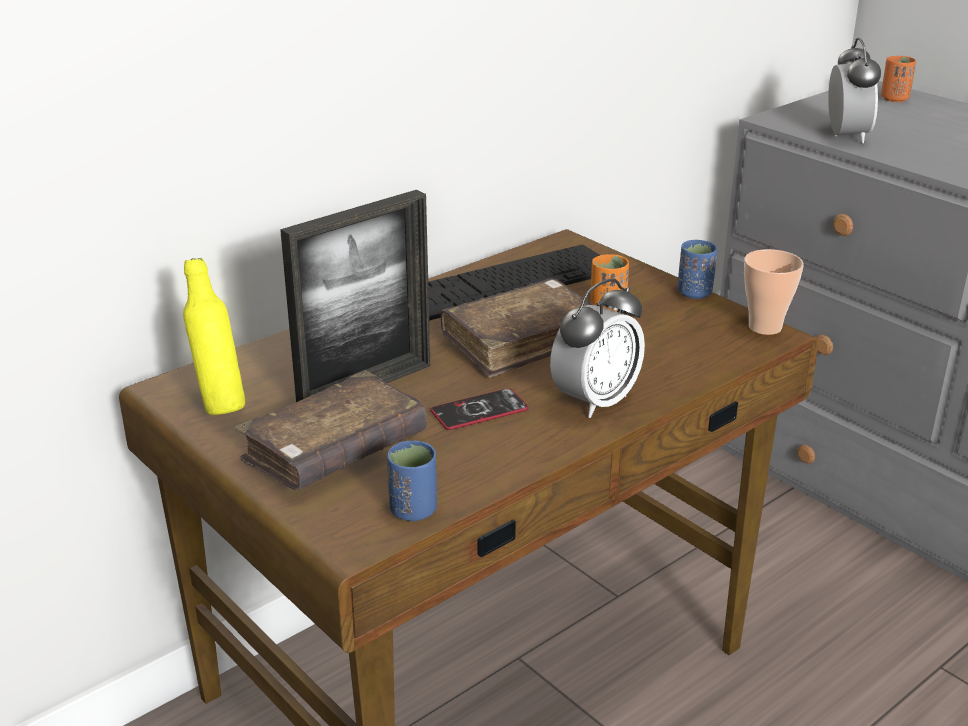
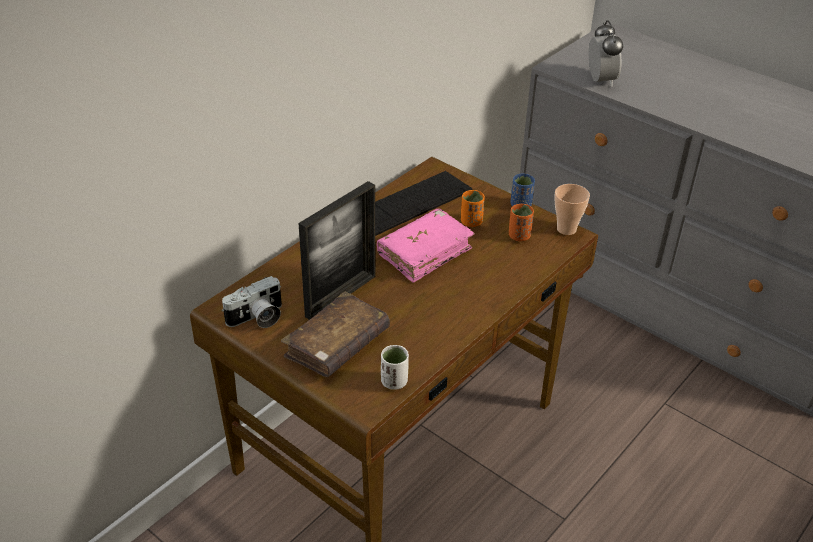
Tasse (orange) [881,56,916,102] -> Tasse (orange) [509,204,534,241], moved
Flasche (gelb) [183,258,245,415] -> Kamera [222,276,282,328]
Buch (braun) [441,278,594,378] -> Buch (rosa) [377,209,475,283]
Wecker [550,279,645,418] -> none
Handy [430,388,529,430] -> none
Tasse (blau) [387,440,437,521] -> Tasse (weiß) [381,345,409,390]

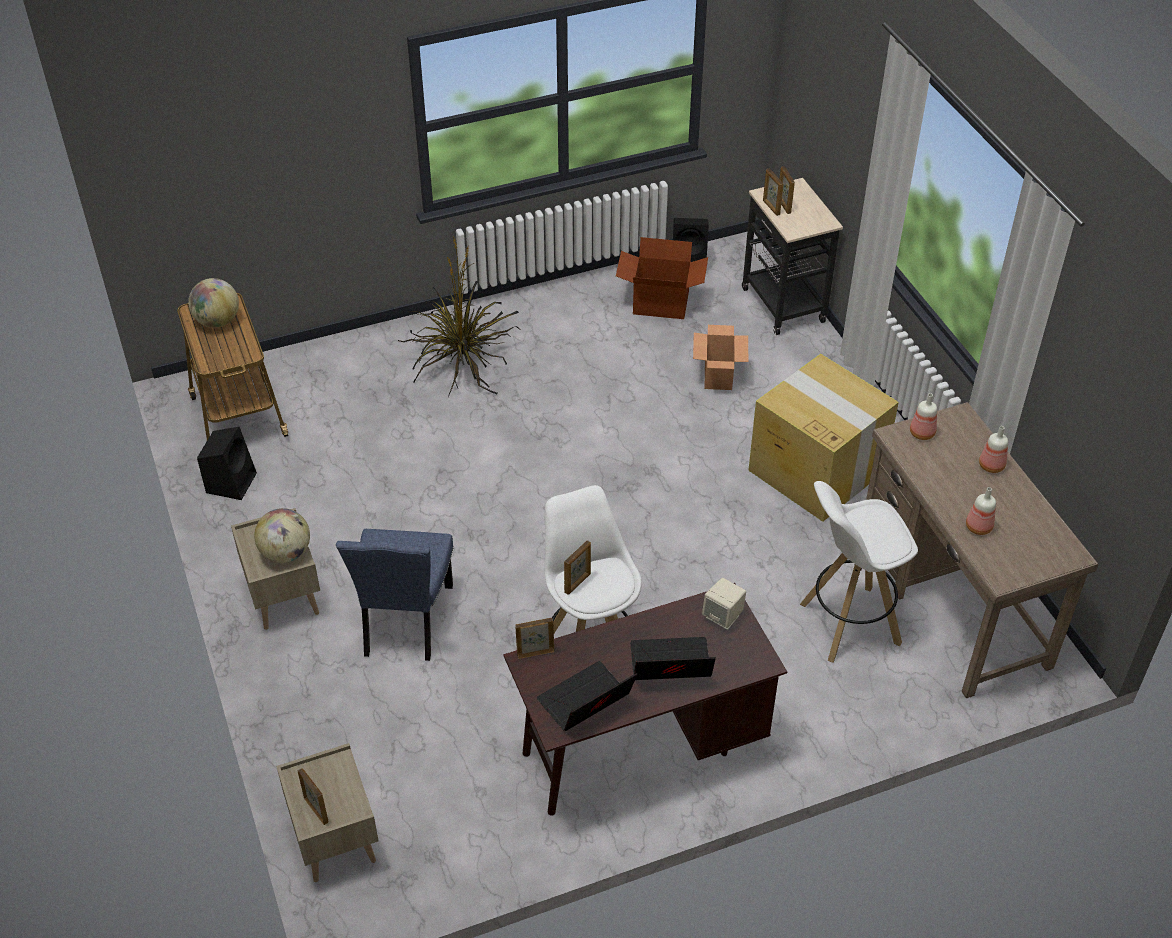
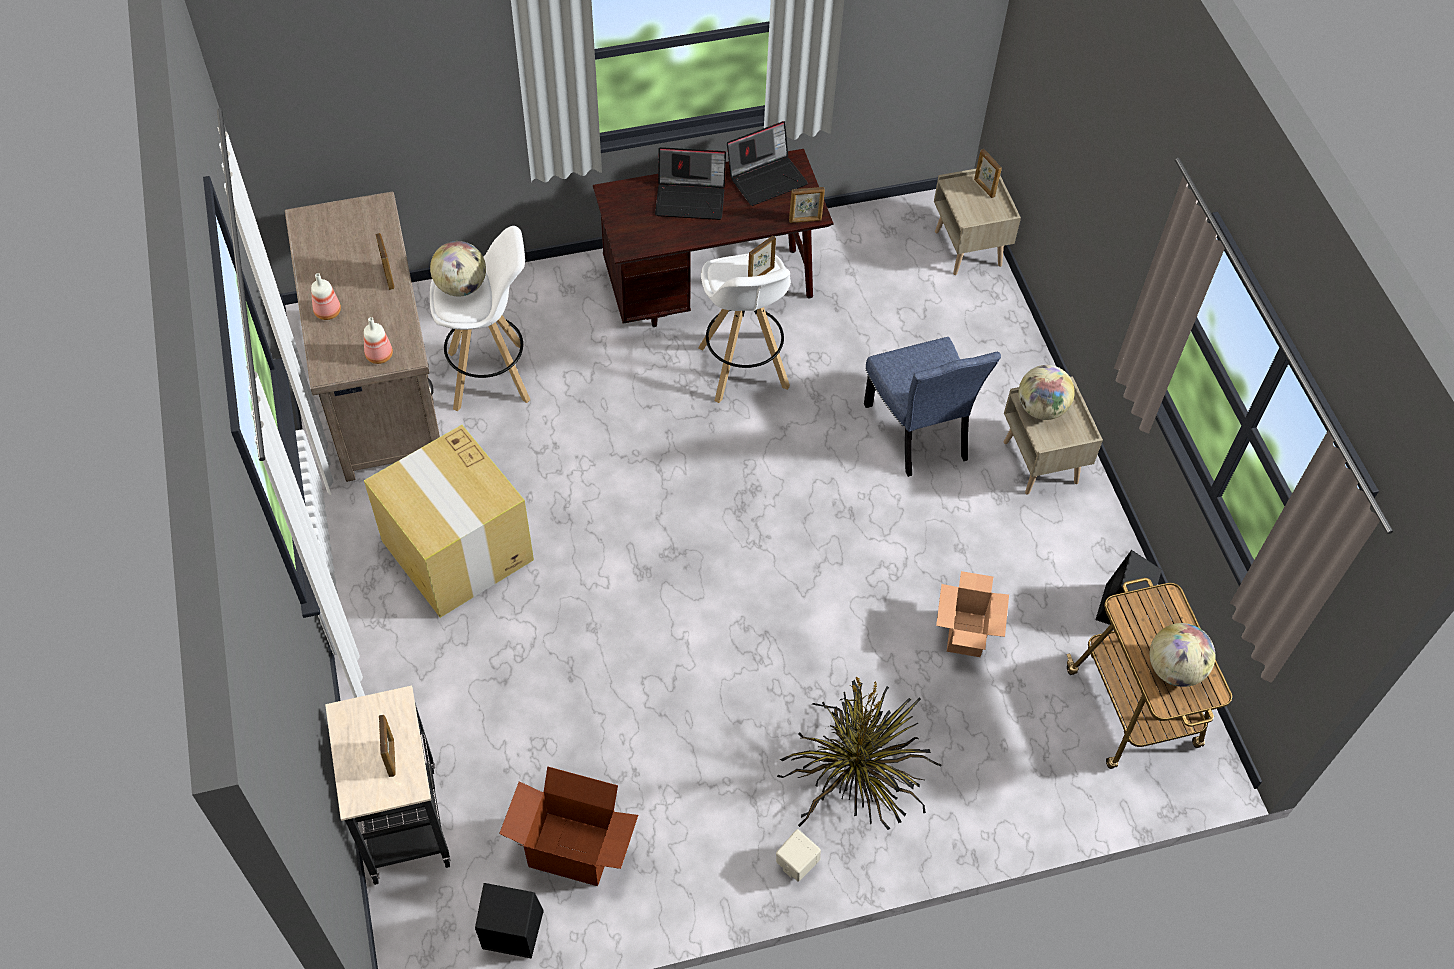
Bilderrahmen [763,168,784,216] -> Bilderrahmen [376,233,394,290], moved
Karton [693,325,748,390] -> Karton [936,571,1009,657], moved
Flasche [966,487,996,535] -> none
Stuhl (blau) [336,529,453,661] -> Stuhl (blau) [864,337,1001,477], 150 degrees clockwise
Lautsprecher (beige) [702,578,746,630] -> Lautsprecher (beige) [776,829,821,881], moved
none -> Globus [430,241,486,297]

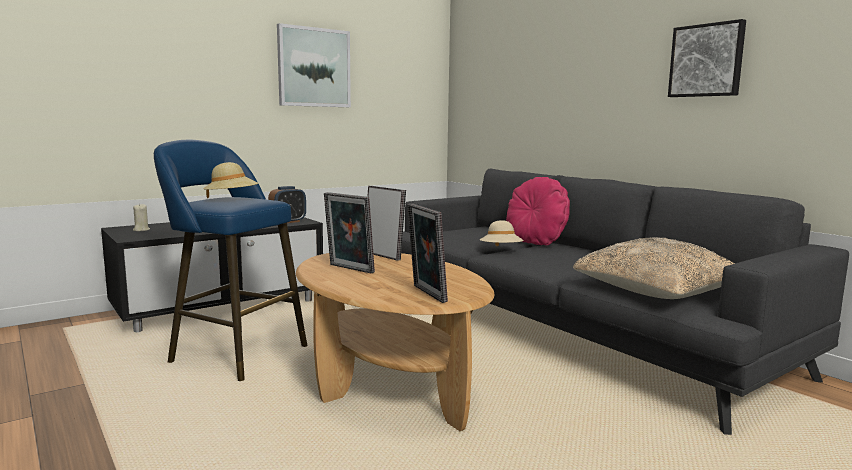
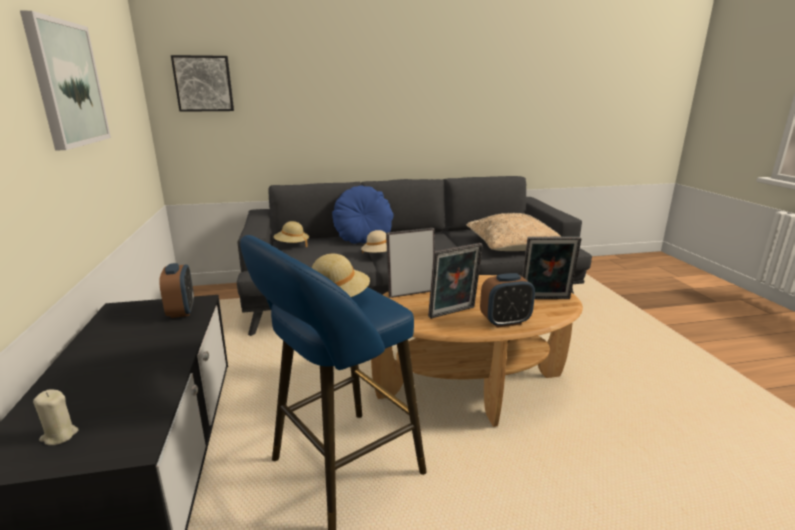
Bild [668,19,746,97] -> Bild [171,55,234,112], moved
Kissen (rosa) [506,177,570,246] -> Kissen (blau) [332,186,394,244]
none -> Hut (beige) [273,221,309,247]
none -> Wecker [480,273,535,328]

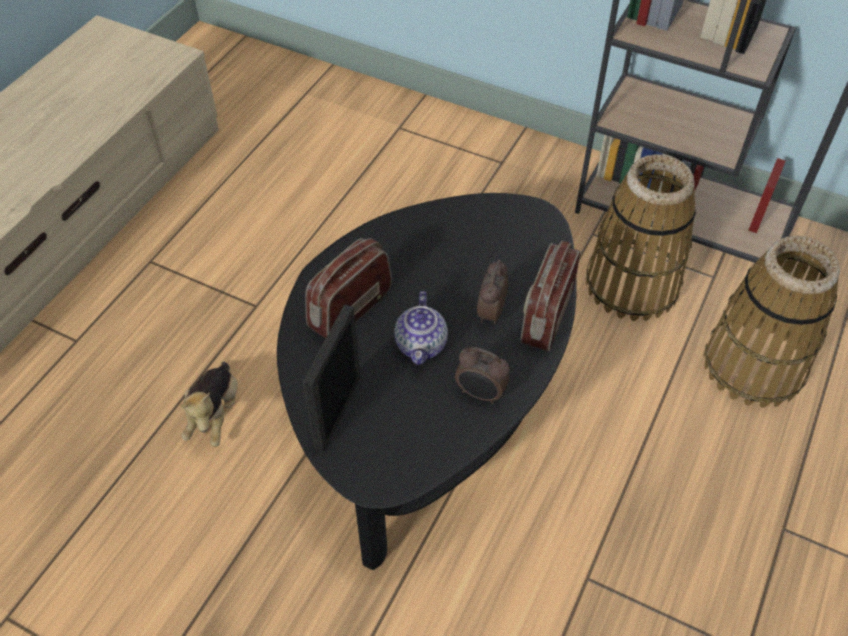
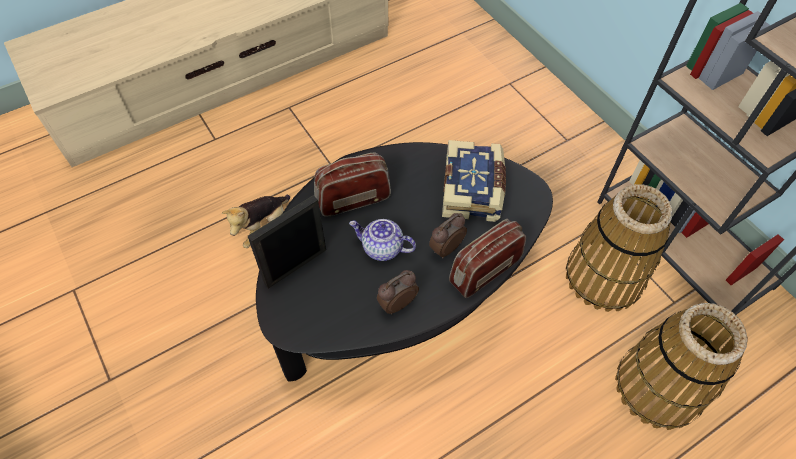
Teekanne [394,291,448,365] -> Teekanne [349,219,416,261], 75 degrees clockwise
Wecker [455,347,510,404] -> Wecker [377,270,419,315], 90 degrees clockwise
none -> Buch [442,140,506,222]

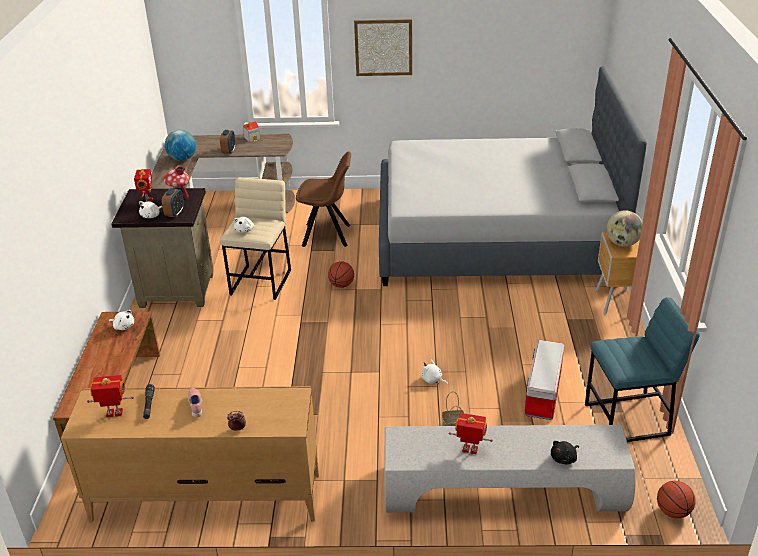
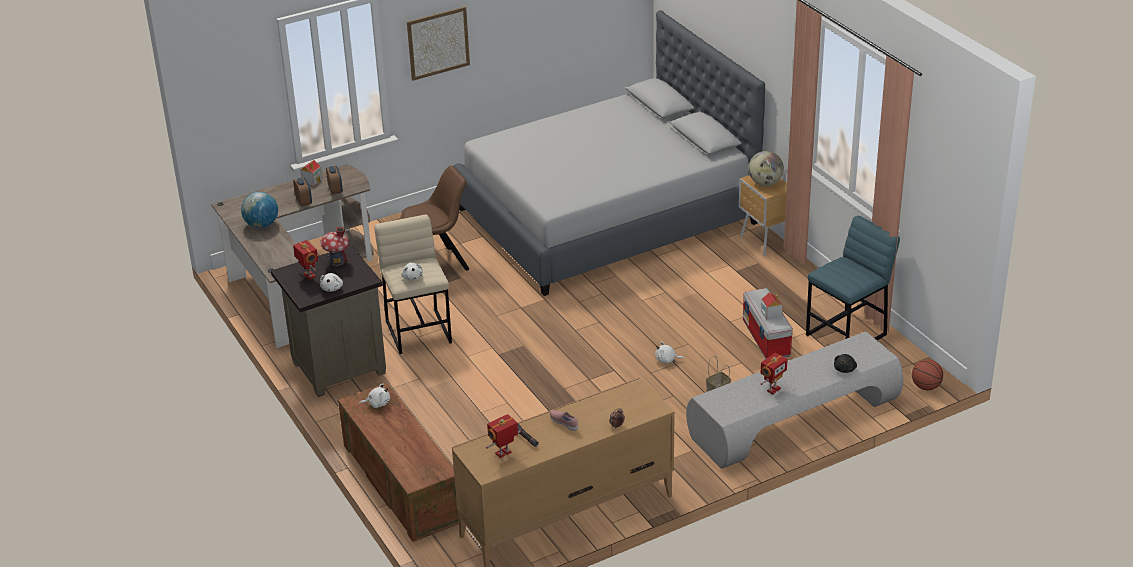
Wecker [162,188,184,217] -> Wecker [326,166,343,195], moved
Basketball [328,261,354,288] -> none
Spielzeugroboter [449,413,493,454] -> Spielzeugroboter [761,353,788,394], 150 degrees clockwise
none -> Spielzeughaus [761,292,782,320]

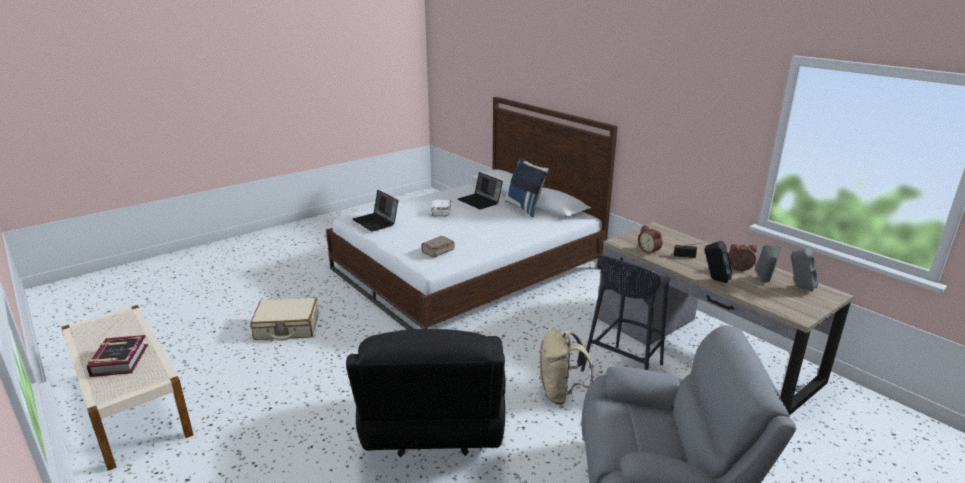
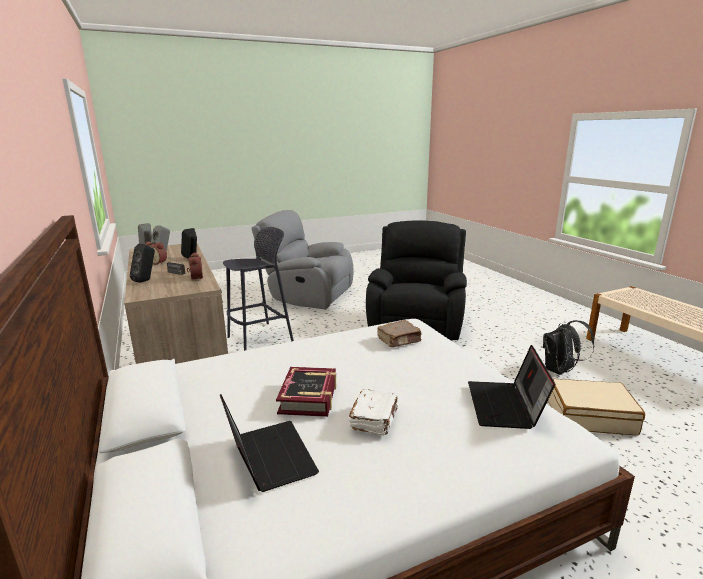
Kissen (blau) [505,157,549,217] -> none
Laptop [353,190,398,232] -> Laptop [468,345,555,429], 150 degrees counterclockwise
Rucksack (beige) [539,330,594,405] -> none
Buch [86,335,148,377] -> Buch [276,367,336,417], moved
none -> Lautsprecher (schwarz) [130,244,155,283]
none -> Rucksack (schwarz) [543,320,594,375]

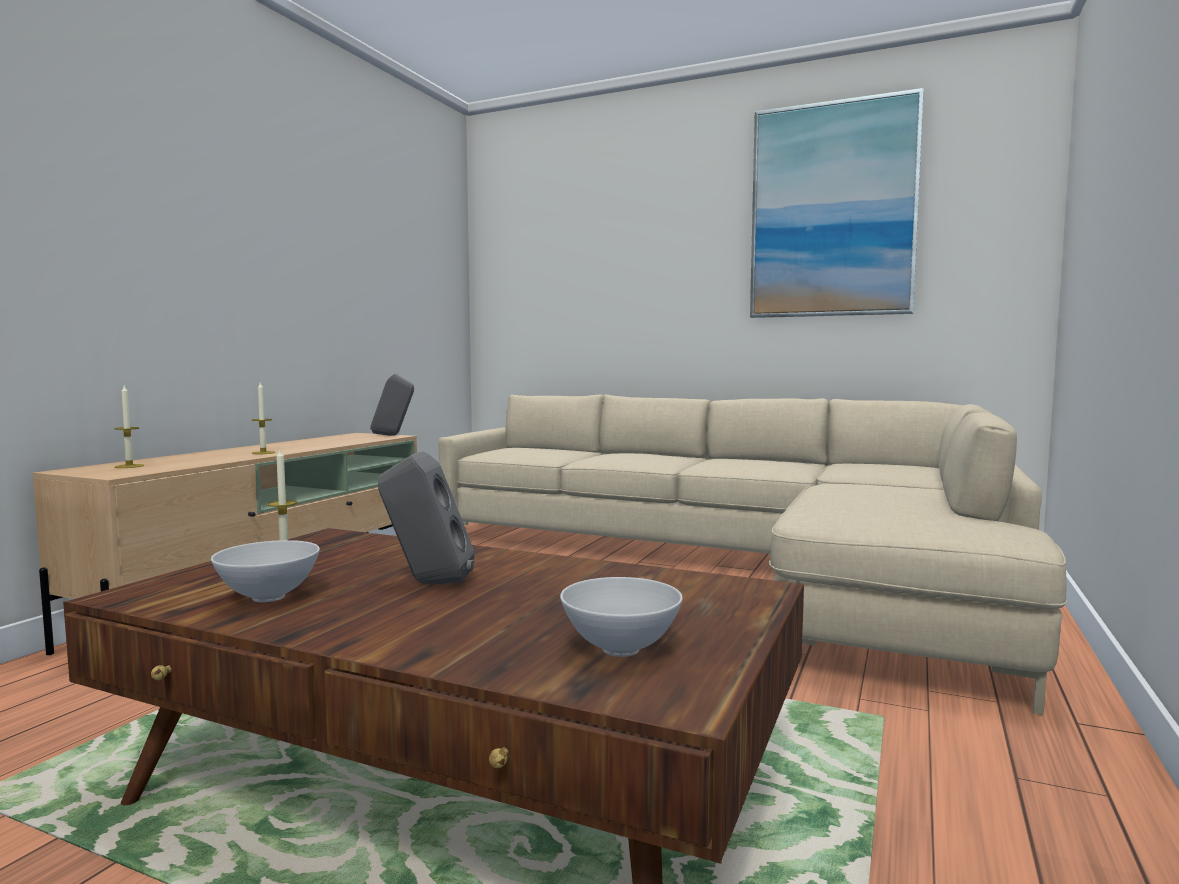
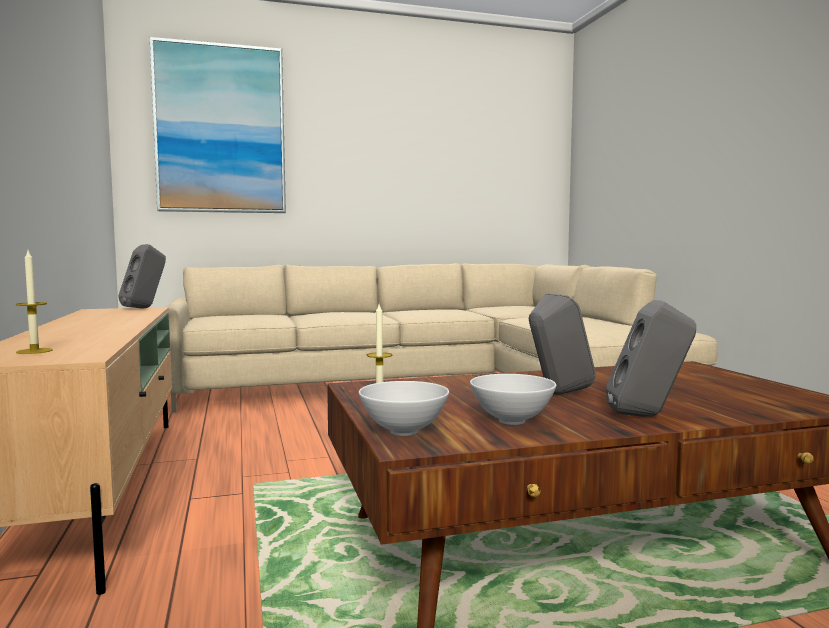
Bild [750,88,924,318] -> Bild [150,37,286,213], moved
Kerze [251,383,275,454] -> none
Schüssel (weiß) [560,577,683,657] -> Schüssel (weiß) [359,381,449,436], moved
none -> Lautsprecher (grau) [606,300,696,417]

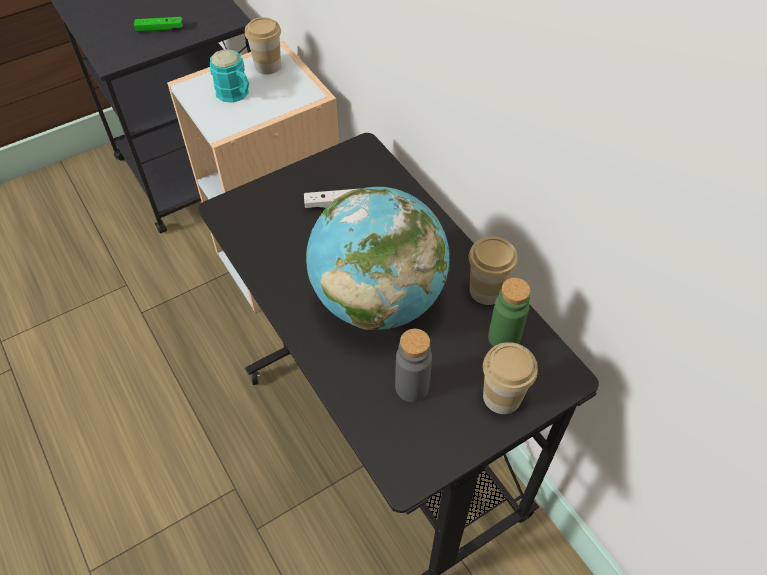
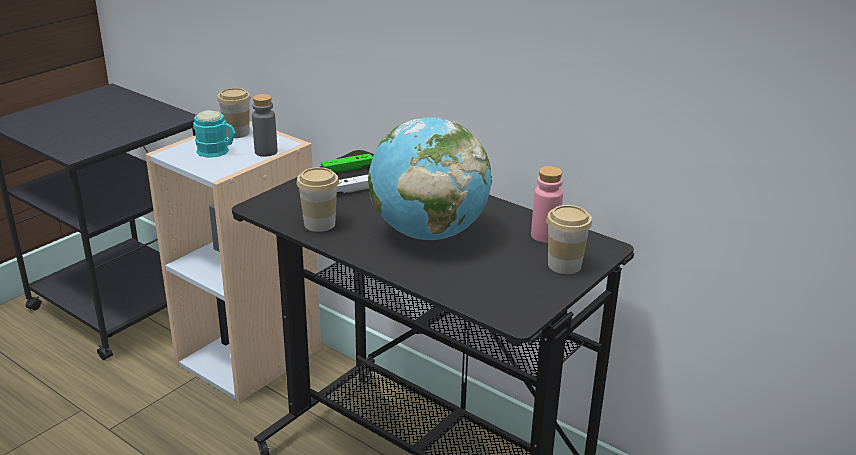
Gamepad (grün) [134,17,183,32] -> Gamepad (grün) [321,153,373,173], moved
Tasse [468,237,518,305] -> Tasse [296,167,339,232], moved
Flasche (grün) [488,278,531,347] -> Flasche (rosa) [531,166,563,243]
Flasche (grau) [395,329,432,402] -> Flasche (grau) [252,94,278,157], moved

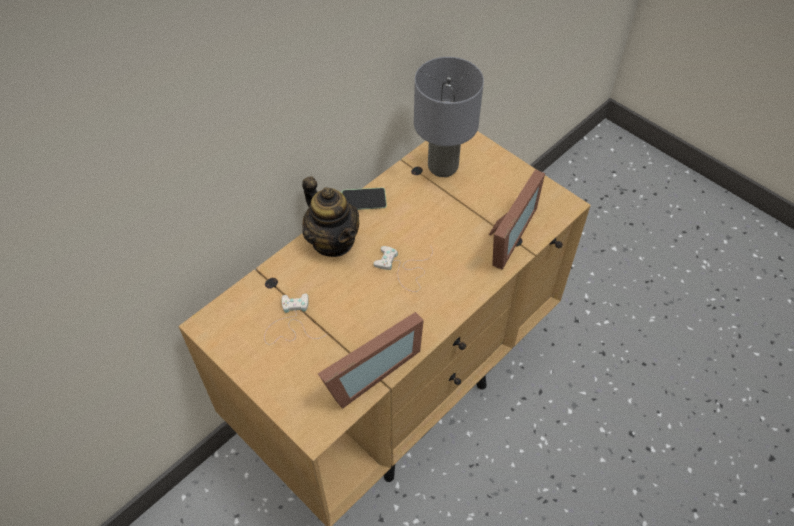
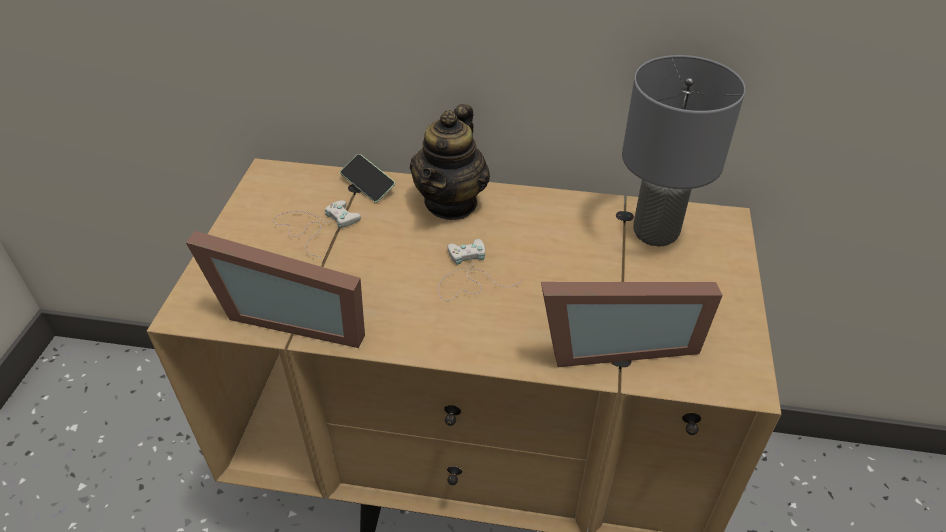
Handy [342,188,387,210] -> Handy [340,154,395,203], moved

